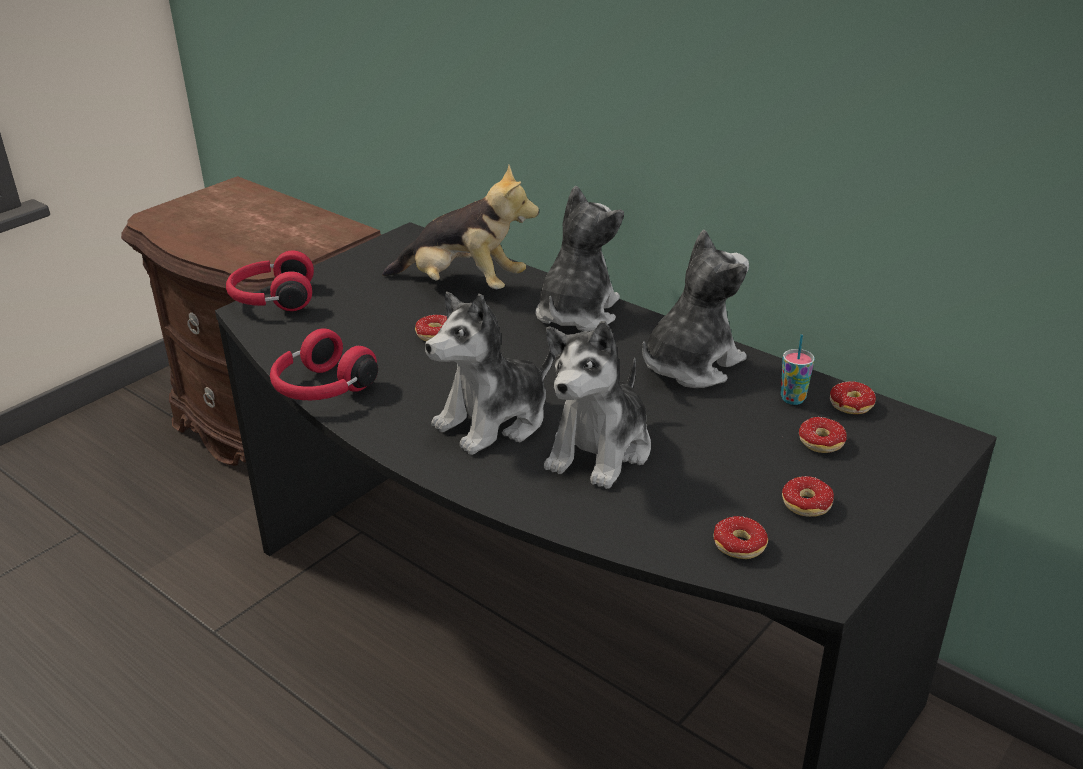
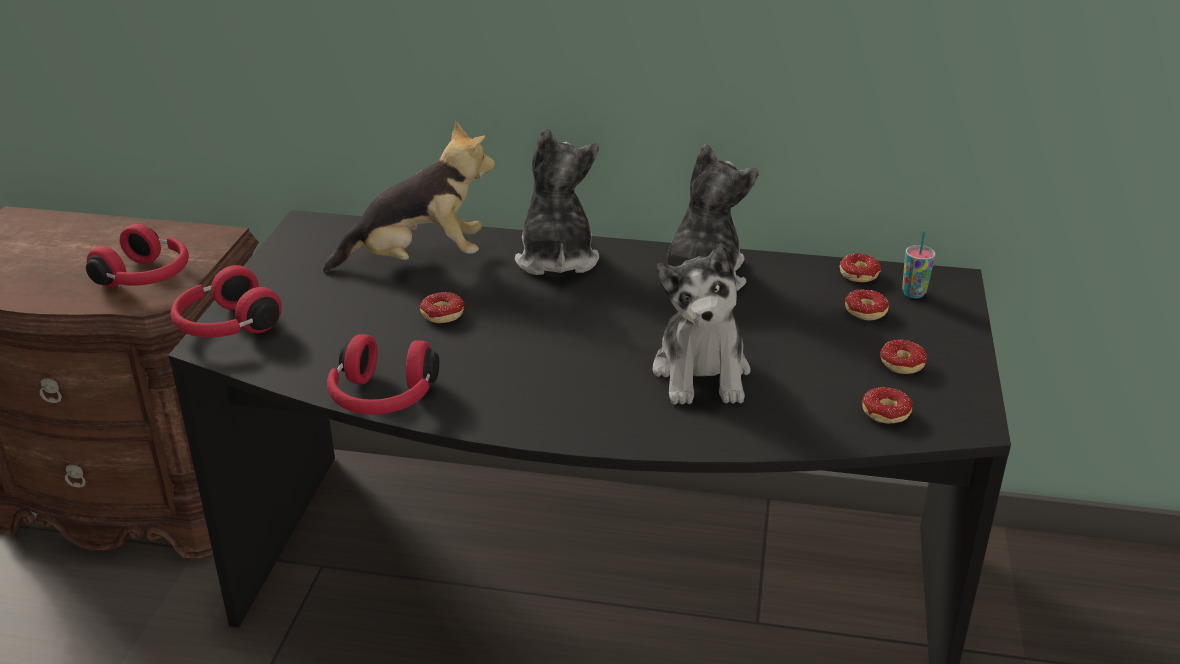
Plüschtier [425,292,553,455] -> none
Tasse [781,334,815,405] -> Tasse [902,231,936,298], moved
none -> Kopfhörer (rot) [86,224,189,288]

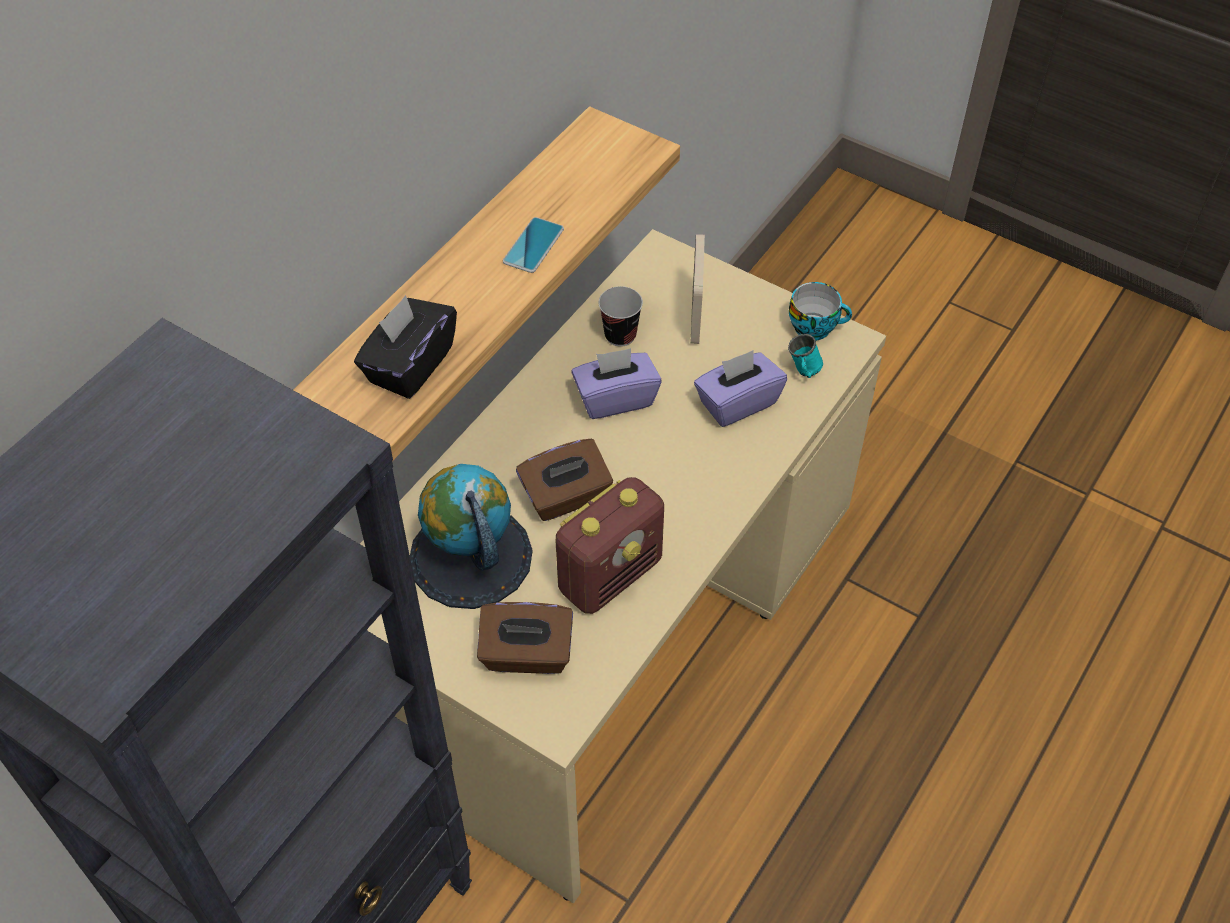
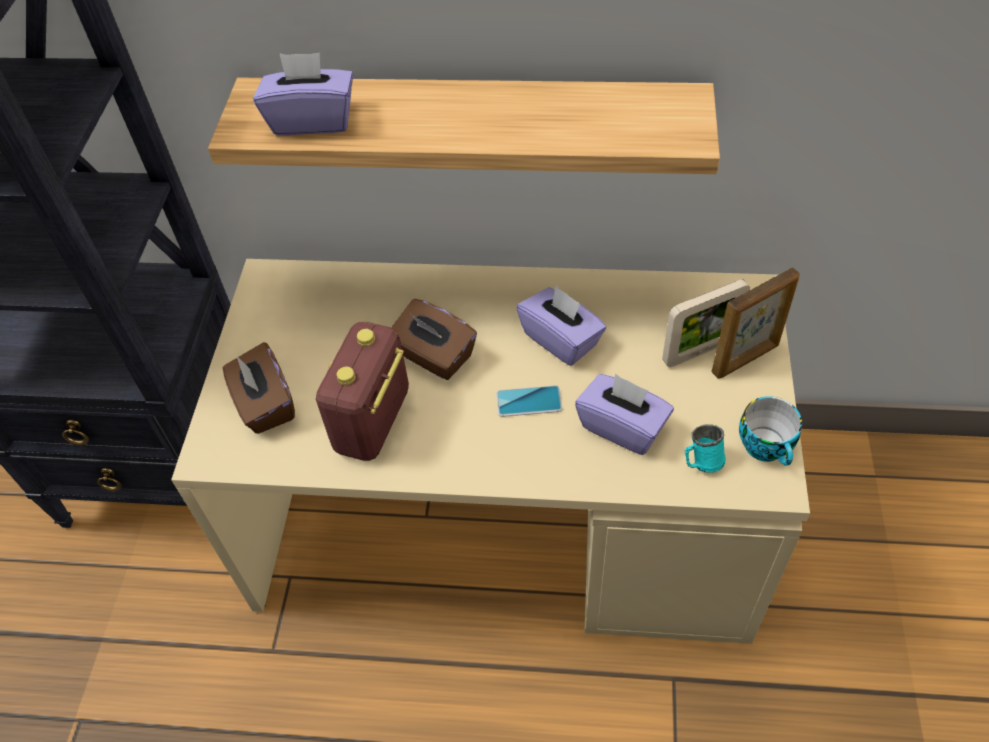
Handy [503,217,564,273] -> Handy [496,385,563,417], moved
Tasse [599,286,643,347] -> none
Taschentuchbox (schwarz) [354,295,457,399] -> Taschentuchbox (lila) [253,53,353,135]
Globus [410,464,533,609] -> none
Radio [556,477,664,614] -> Radio [316,322,409,461], 90 degrees clockwise
none -> Bilderrahmen [712,268,800,378]

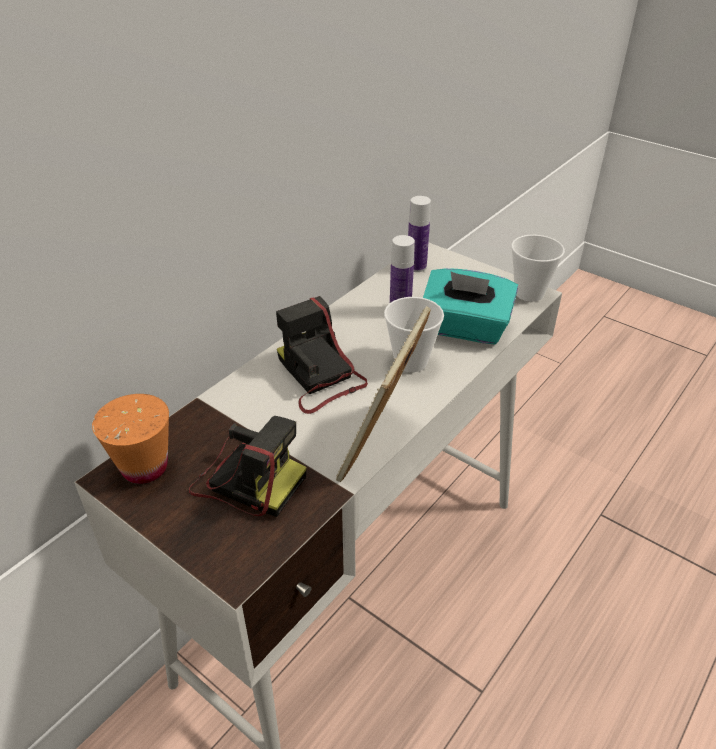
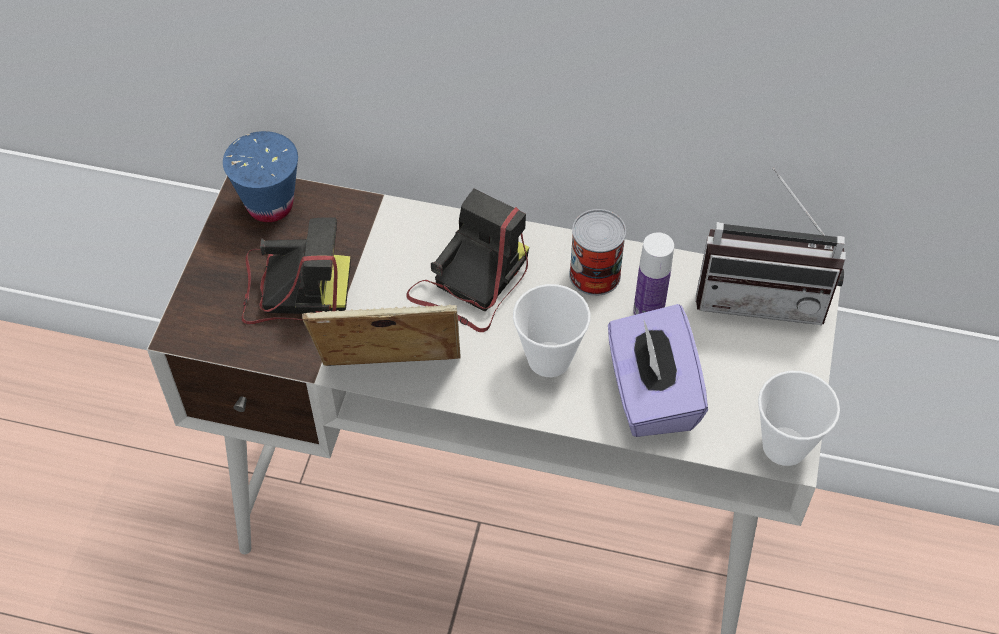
Flasche [408,196,431,272] -> Radio [695,167,846,325]
Taschentuchbox (türkis) [423,268,518,344] -> Taschentuchbox (lila) [608,304,708,437]
Tasse (orange) [92,394,169,484] -> Tasse (blau) [223,131,298,222]
Kamera [189,416,307,517] -> Kamera [241,217,350,324], 90 degrees counterclockwise
none -> Dose [569,209,626,296]

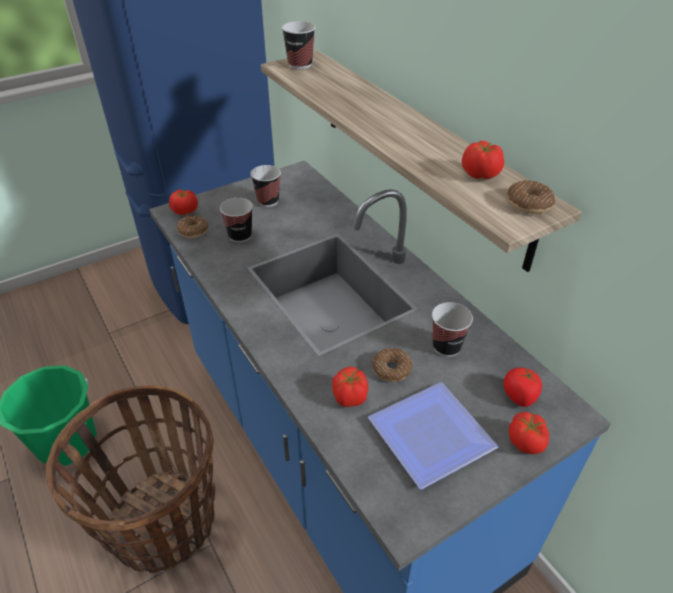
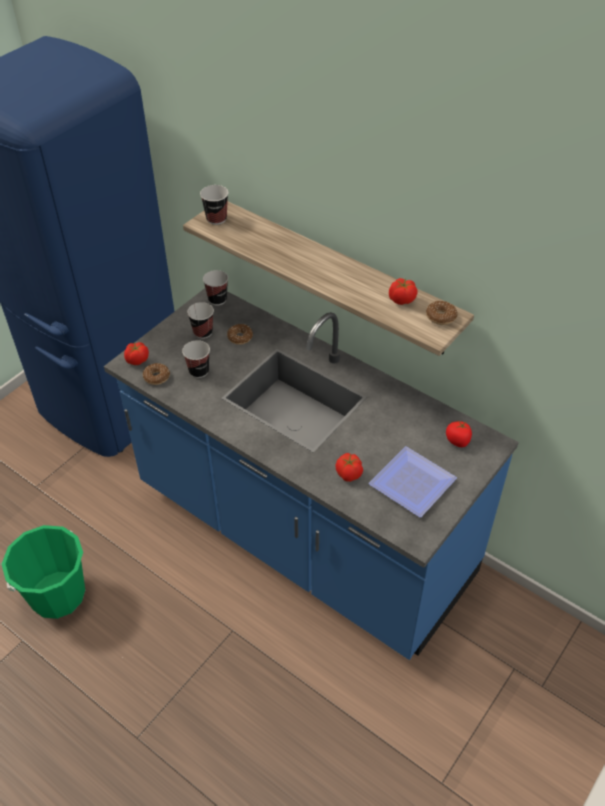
Tasse [432,302,473,357] -> Tasse [203,270,228,306], moved
Donut [372,348,412,382] -> Donut [227,324,253,345], moved
Korb [46,386,215,573] -> none
Tomate [509,412,549,454] -> none

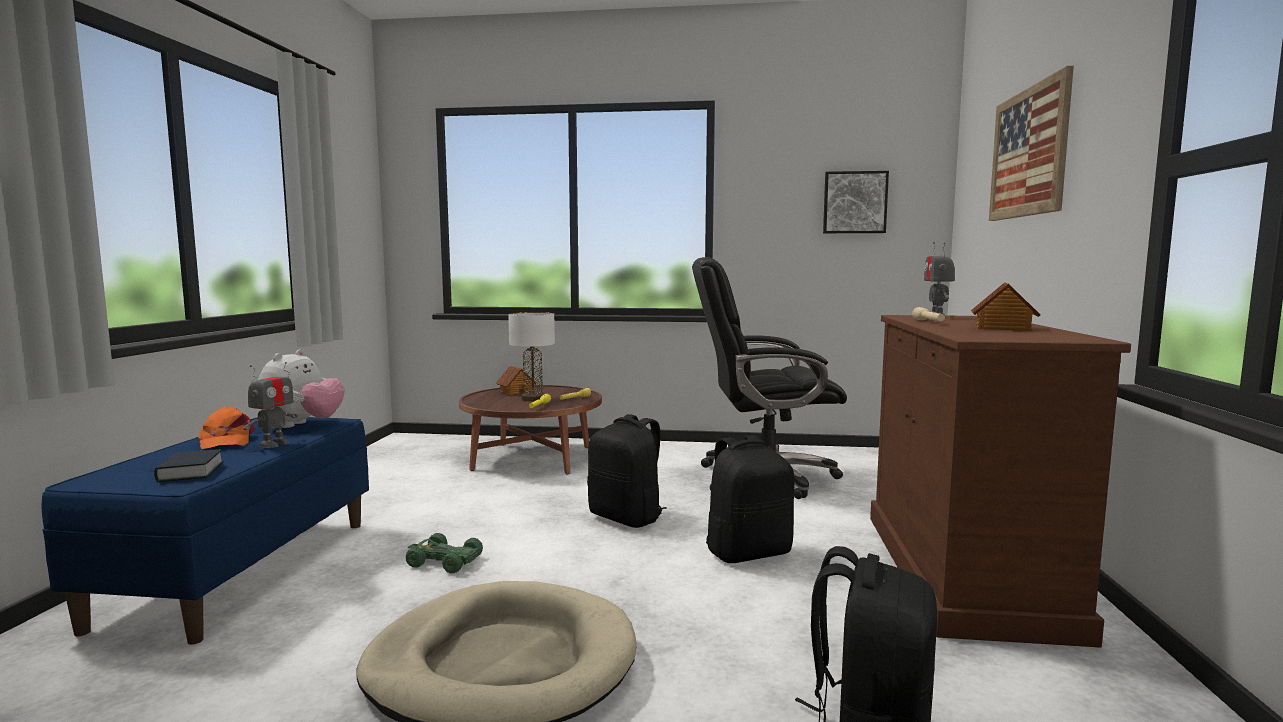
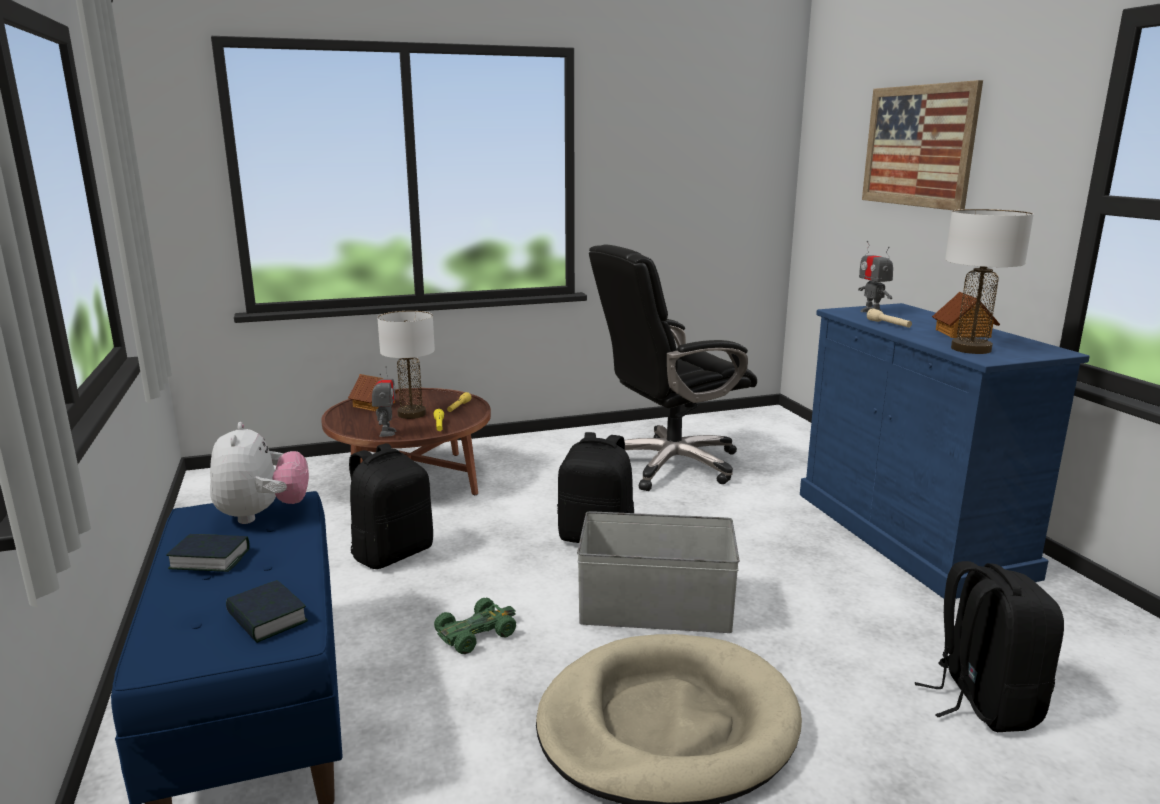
Bild [823,171,889,233] -> none
Kommode (braun) [870,315,1131,648] -> Kommode (blau) [800,303,1090,599]
Spielzeugroboter [243,362,298,448] -> Spielzeugroboter [372,366,397,437], moved
Kappe (orange) [198,406,256,449] -> Buch [166,534,249,572]
Rucksack (schwarz) [706,435,794,563] -> Rucksack (schwarz) [349,443,433,569], moved
Spielzeugauto (grün) [406,533,483,573] -> Spielzeugauto (grün) [434,598,516,654], 150 degrees clockwise
none -> Tischlampe [945,209,1034,354]
none -> Aufbewahrungsbox (grau) [577,511,739,633]

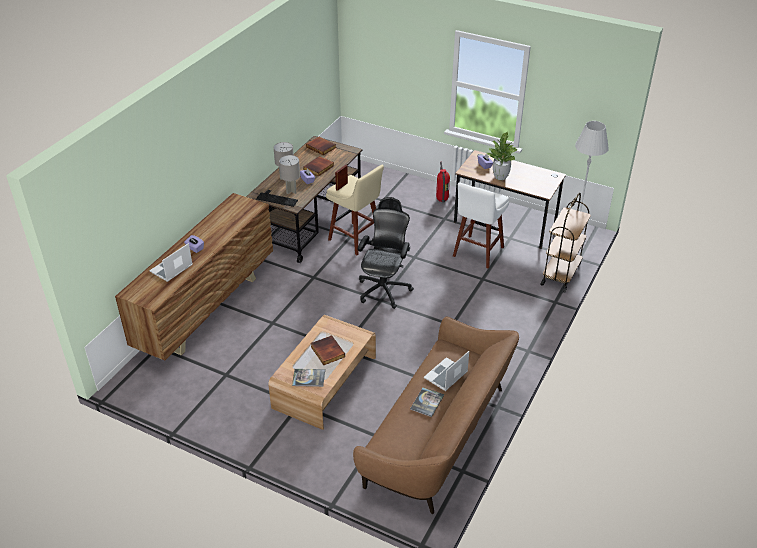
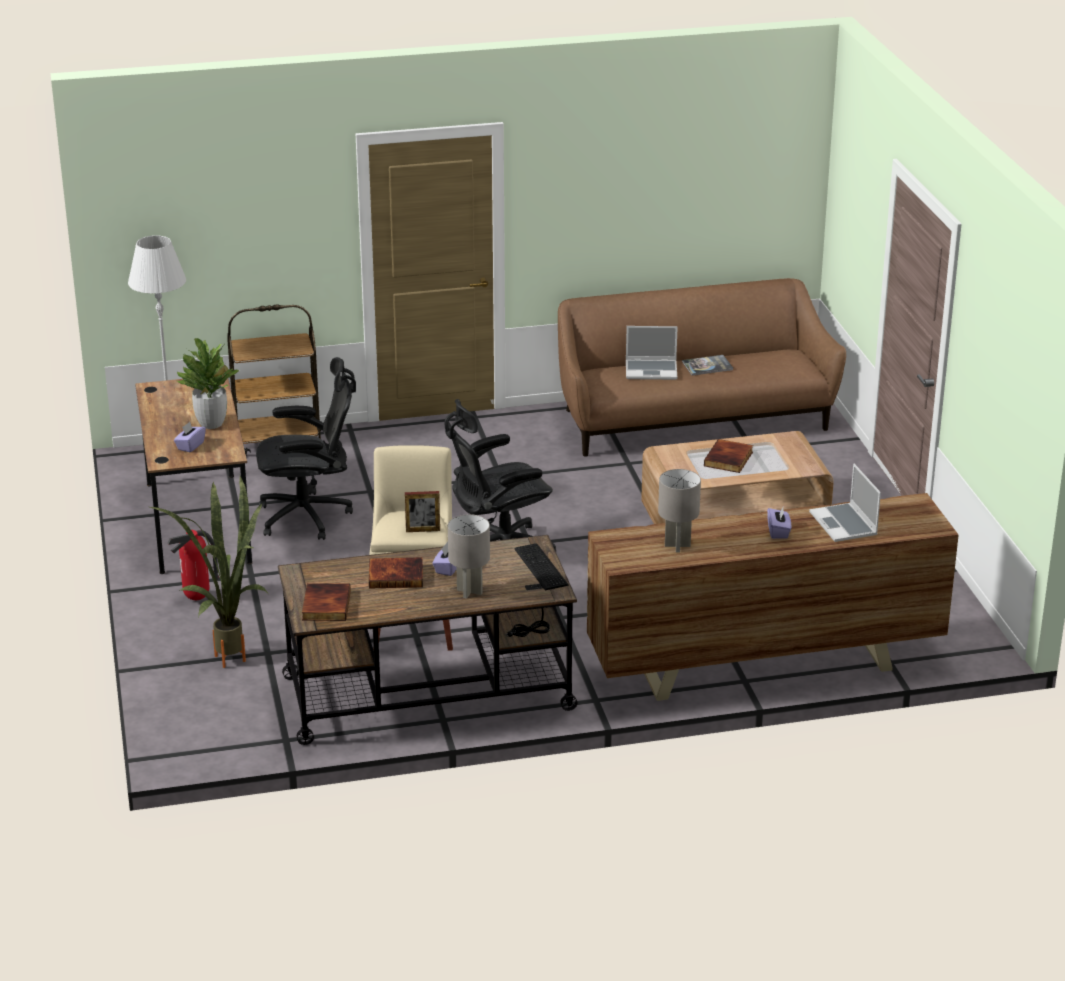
Tischlampe (grau) [279,155,300,194] -> Tischlampe (grau) [658,469,701,553], moved
Hocker (weiß) [453,182,509,268] -> Bürostuhl [256,357,356,540]
Laptop [149,243,193,282] -> Laptop [809,463,881,542], 75 degrees clockwise
Buch [292,369,325,387] -> none
none -> Topfpflanze [147,474,268,668]

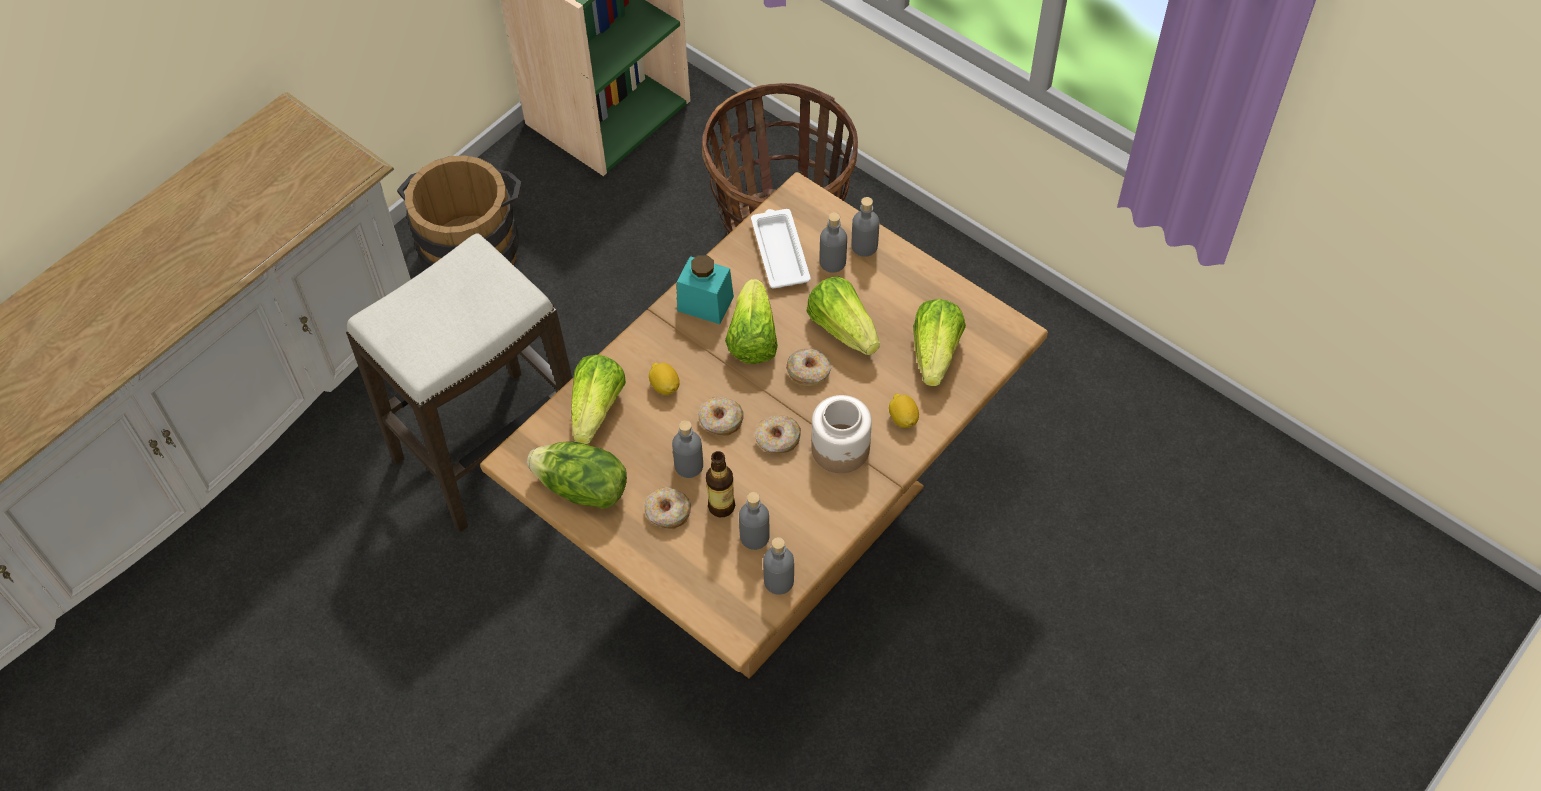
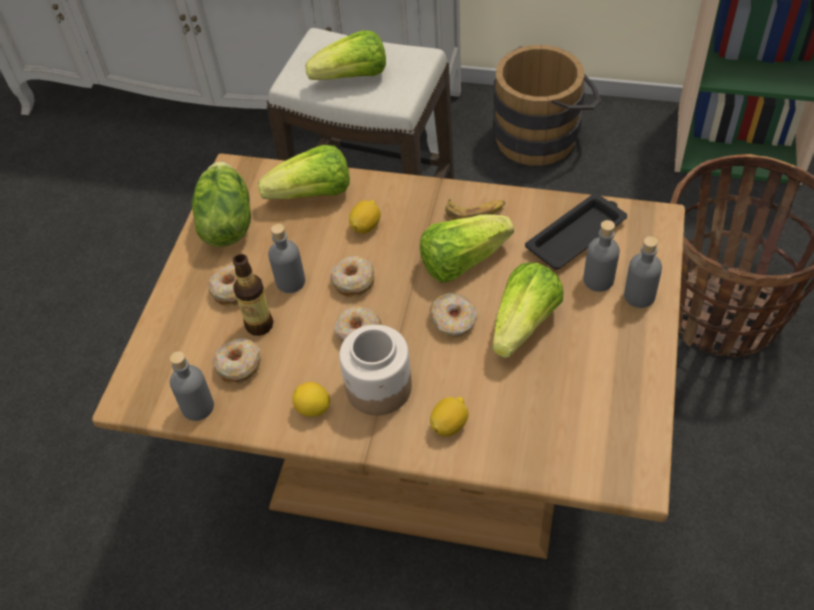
Tablett (weiß) [751,209,811,289] -> Tablett (schwarz) [525,193,627,270]
Vorratsglas (türkis) [677,255,734,324] -> Banane [445,199,505,220]
Salatkopf [913,299,966,386] -> Salatkopf [305,30,386,80], moved
Flasche (grau) [739,492,770,550] -> Donut [213,338,261,384]
none -> Zitrone [292,382,331,417]

